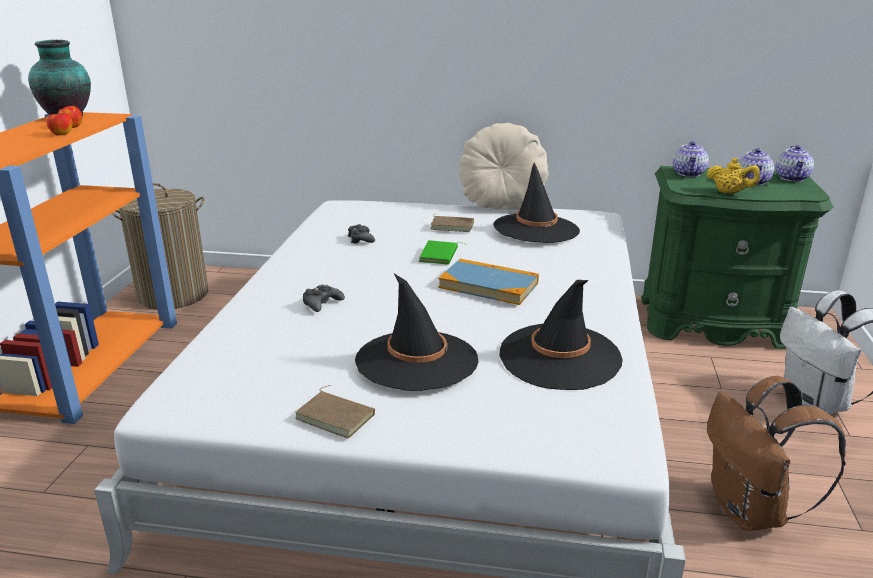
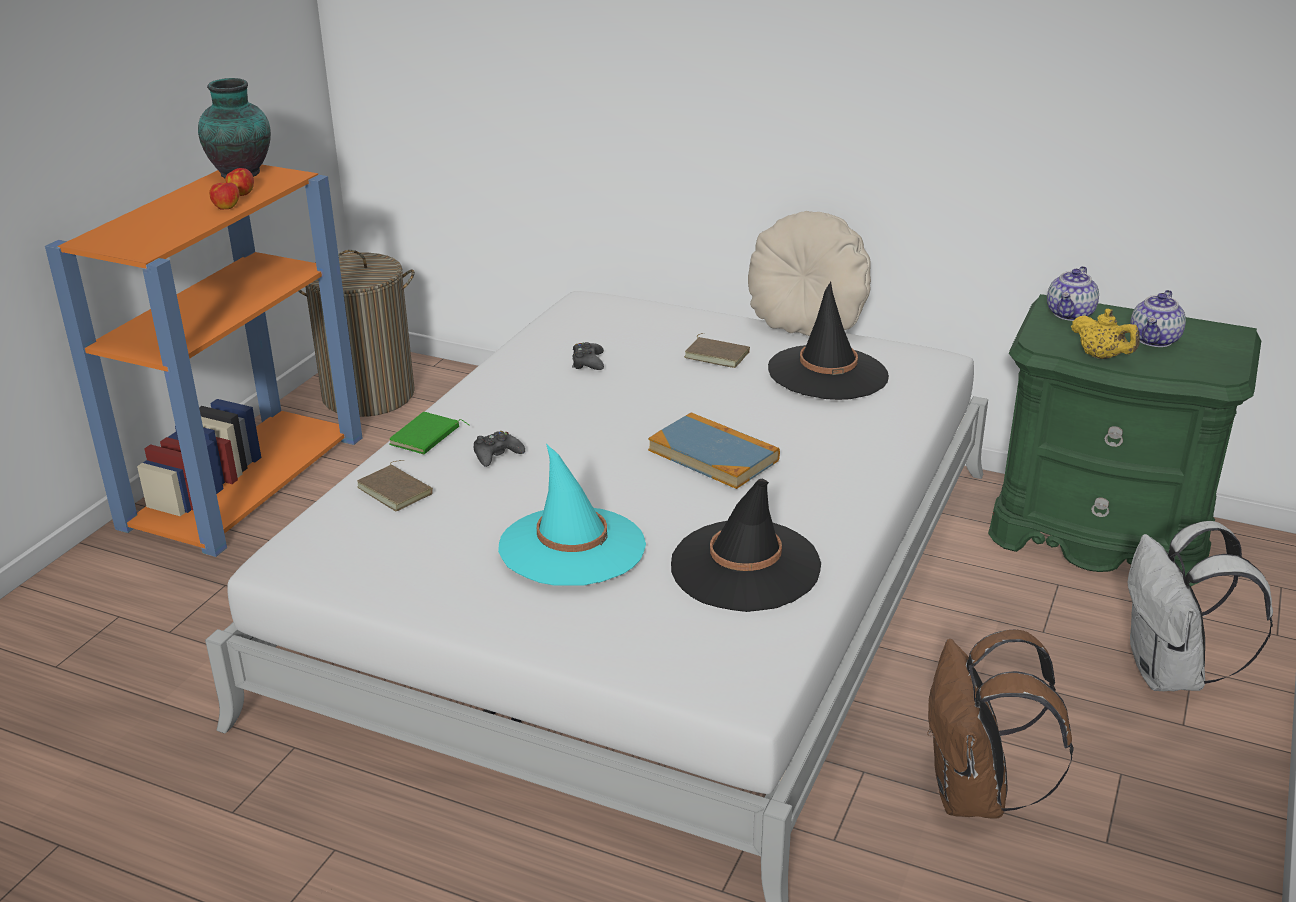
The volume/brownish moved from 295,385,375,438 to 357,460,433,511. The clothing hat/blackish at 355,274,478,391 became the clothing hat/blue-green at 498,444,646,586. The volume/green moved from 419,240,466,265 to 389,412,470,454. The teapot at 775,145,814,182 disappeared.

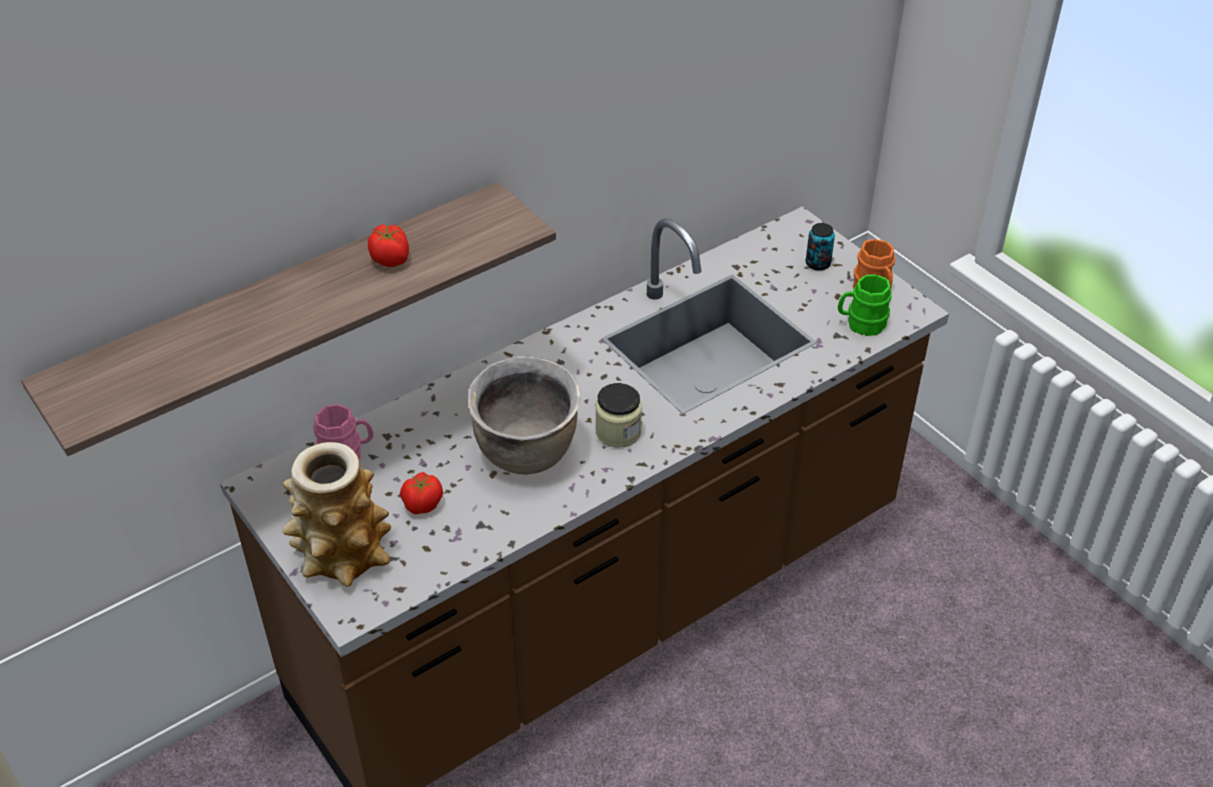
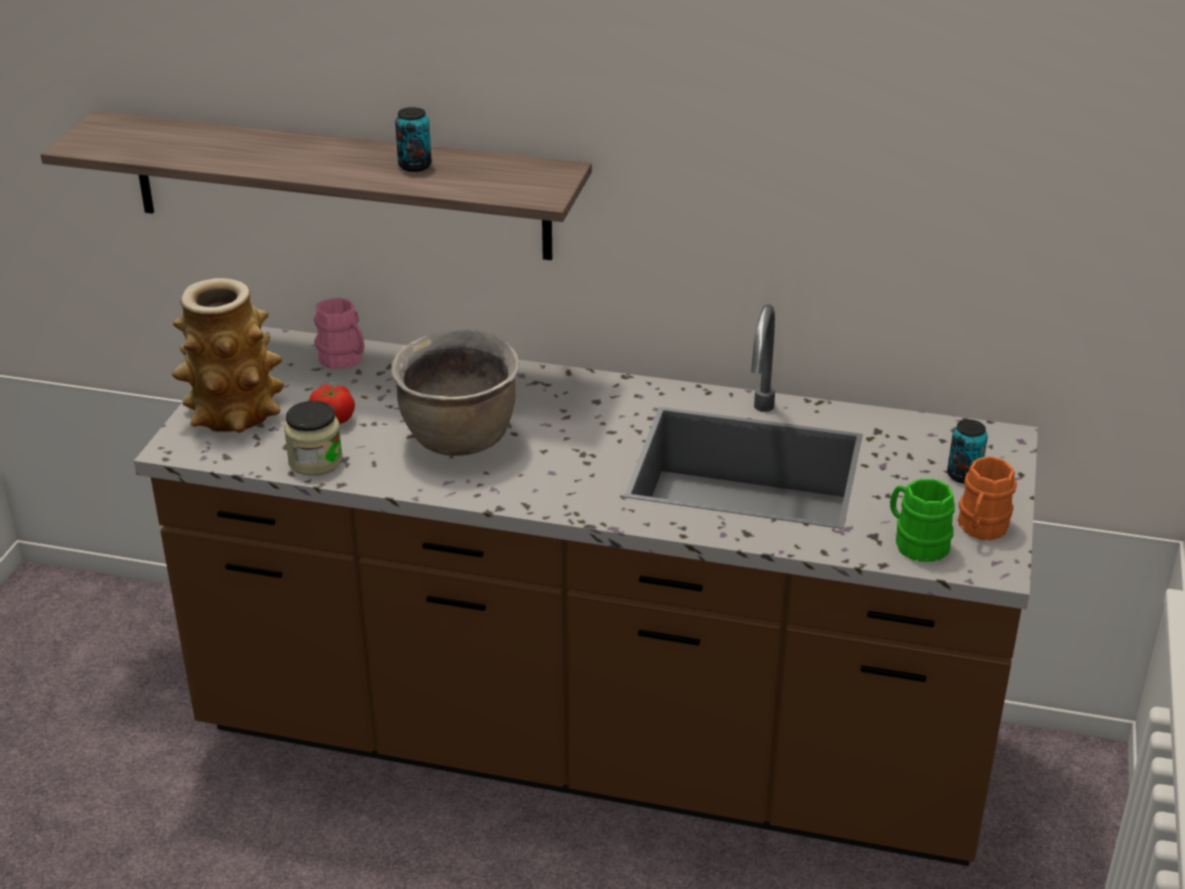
The tomato at 368,225,409,267 was replaced by the sealed can at 395,107,432,172. The jar moved from 595,383,642,448 to 284,400,342,476.

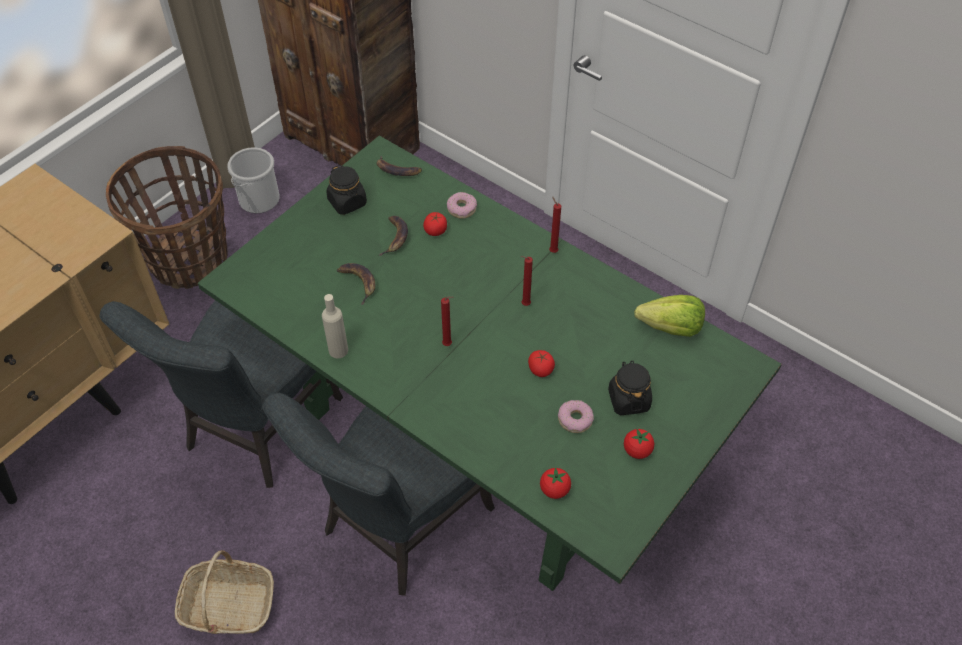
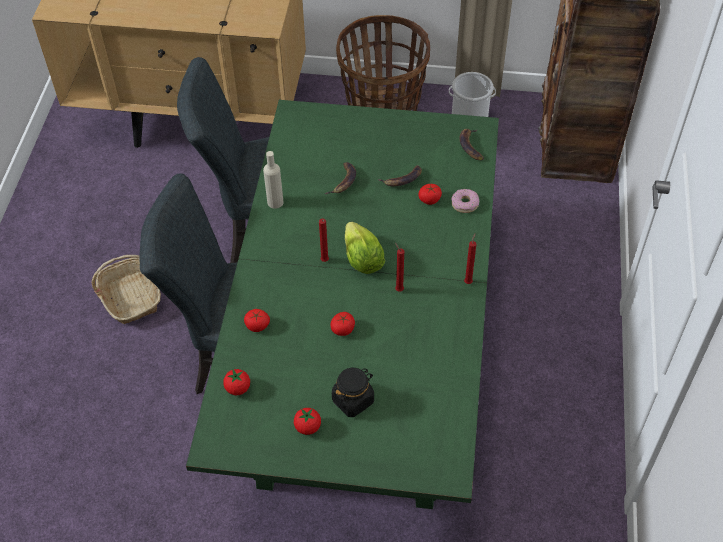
The jar/blackish at 326,165,367,215 disappeared. The ring doughnut at 558,400,594,433 disappeared. The lettuce head moved from 634,295,705,337 to 345,222,385,274. The tomato at 244,309,270,332 appeared.

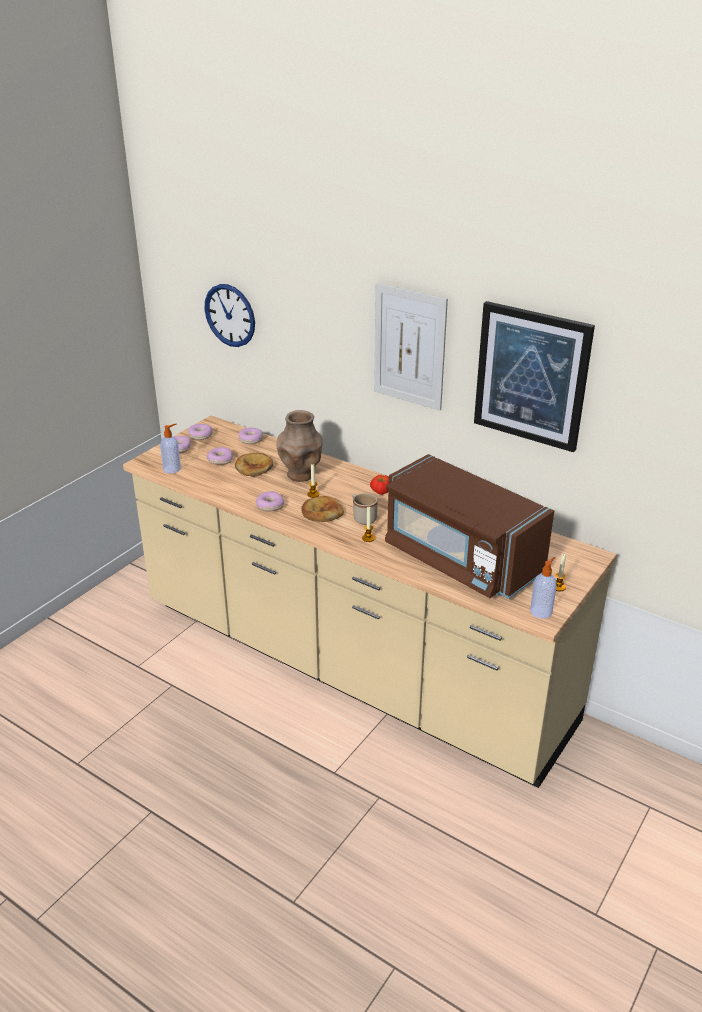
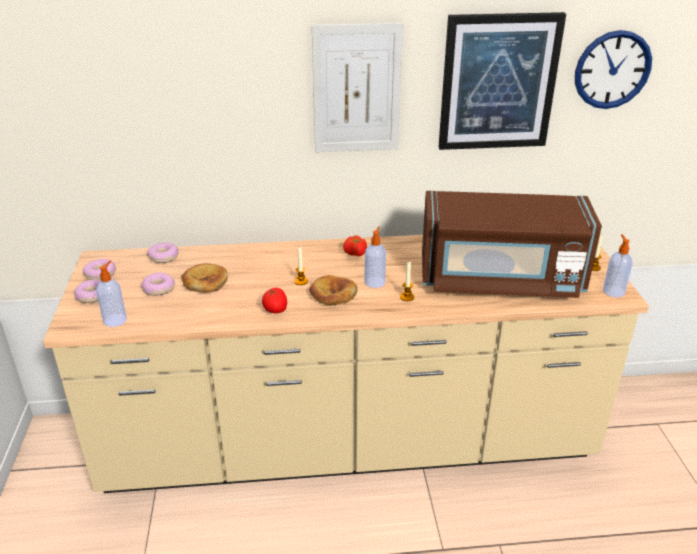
The wall clock moved from 205,284,255,347 to 575,30,652,109. The ring doughnut at 256,491,284,511 was replaced by the tomato at 262,288,287,313. The decorative vase/brownish at 276,410,323,482 disappeared. The coffee mug/sand-coloured at 353,493,378,525 was replaced by the liquid soap bottle at 364,226,386,288.

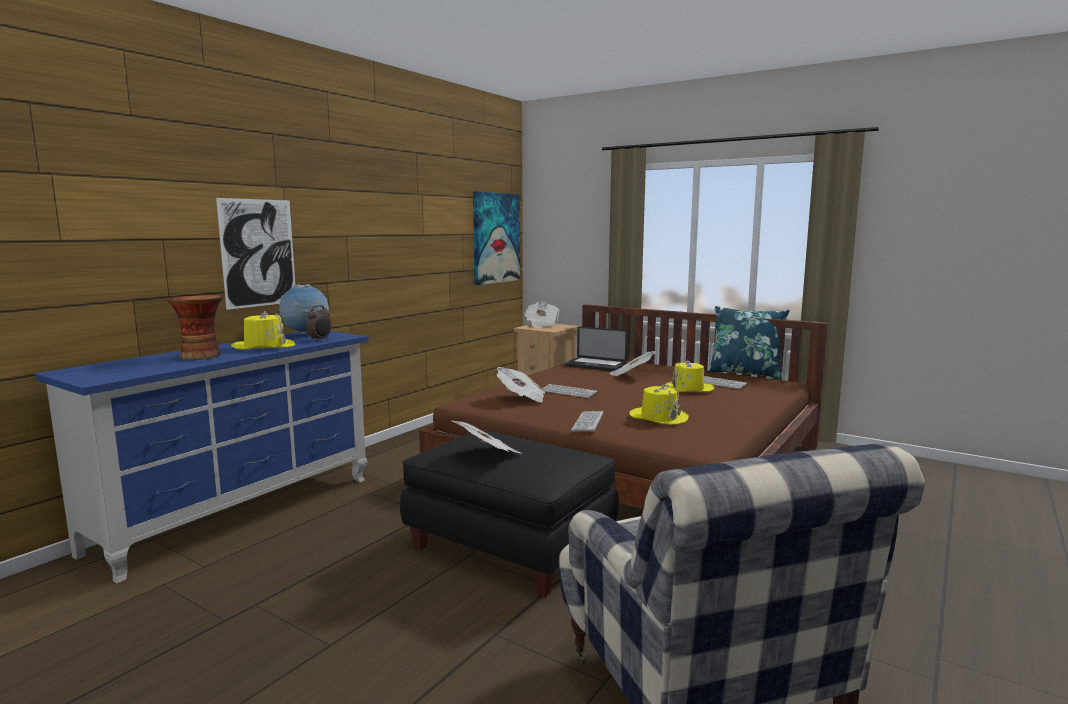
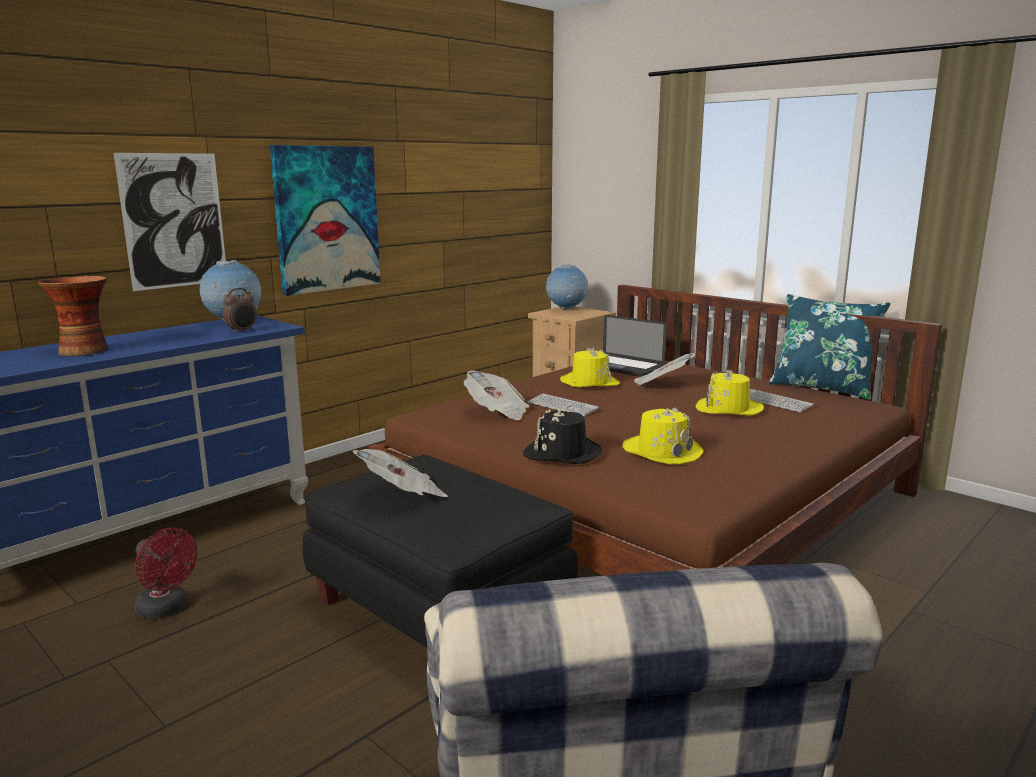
The clothing hat/yellow-coloured moved from 231,310,296,350 to 560,347,620,387. The picture moved from 473,191,520,285 to 270,145,381,296. The daily paper at 524,302,560,328 was replaced by the globe at 546,264,588,310. The keyboard at 571,411,603,432 was replaced by the clothing hat/blackish at 523,407,602,464. The fan/reddish at 135,528,197,619 appeared.

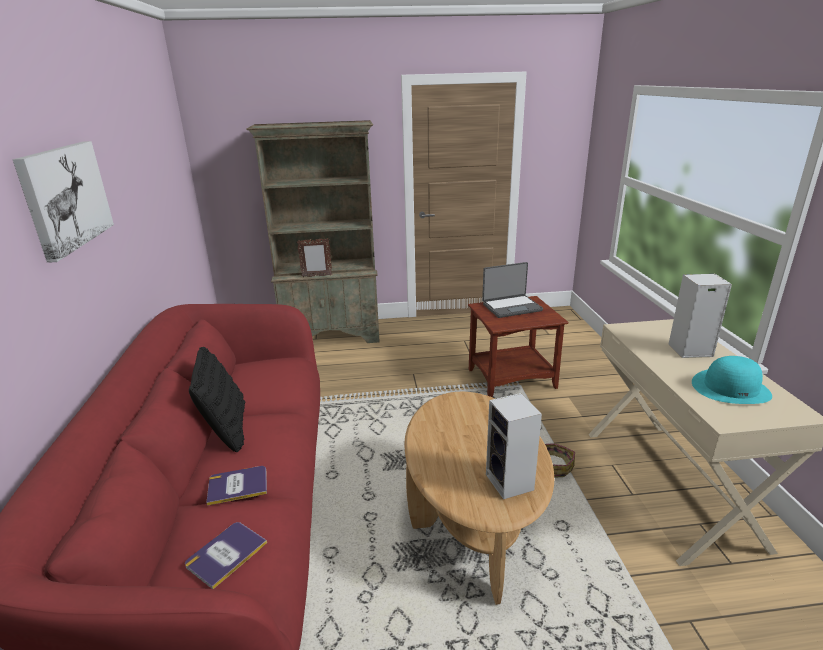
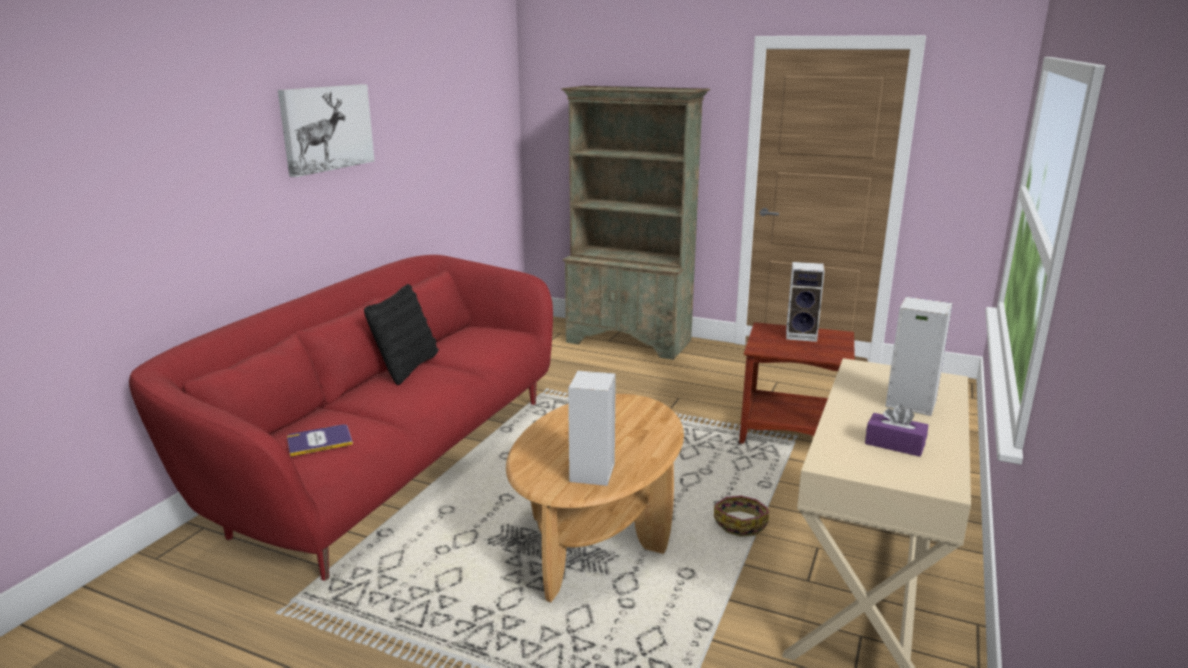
The volume at 206,466,267,506 disappeared. The standing frame at 297,238,332,277 disappeared. The laptop at 482,262,543,318 was replaced by the loudspeaker at 786,262,825,342. The clothing hat/blue-green at 692,356,772,404 was replaced by the tissue box/purple-coloured at 865,404,928,457.

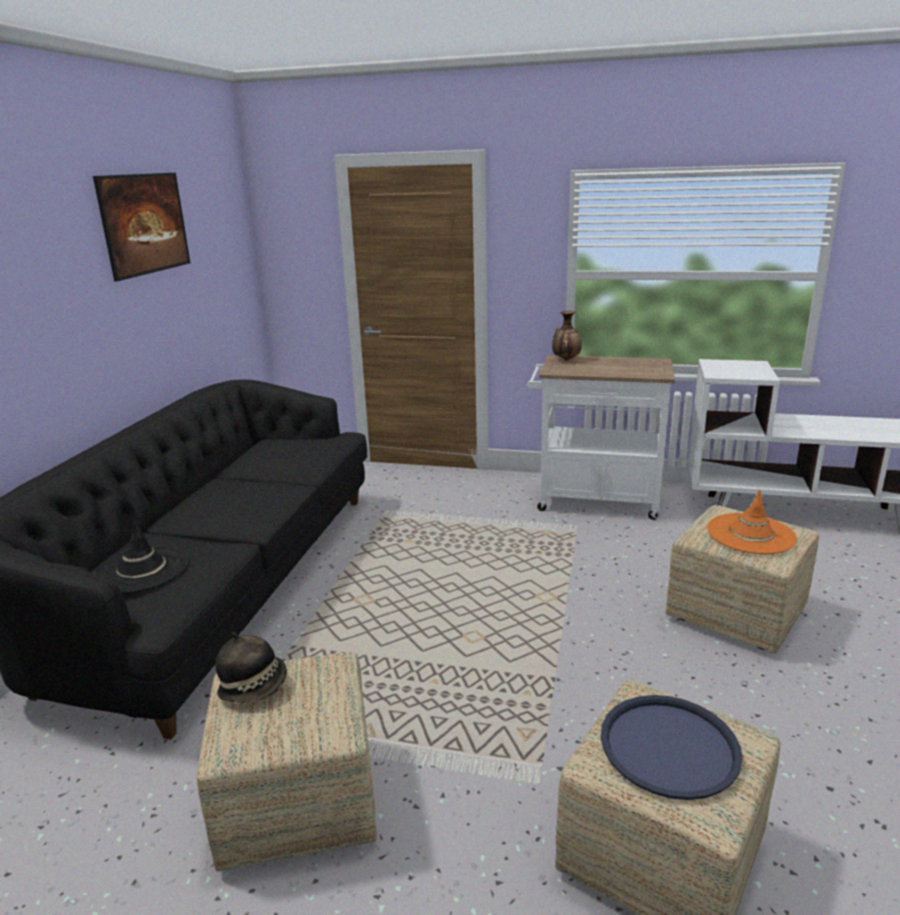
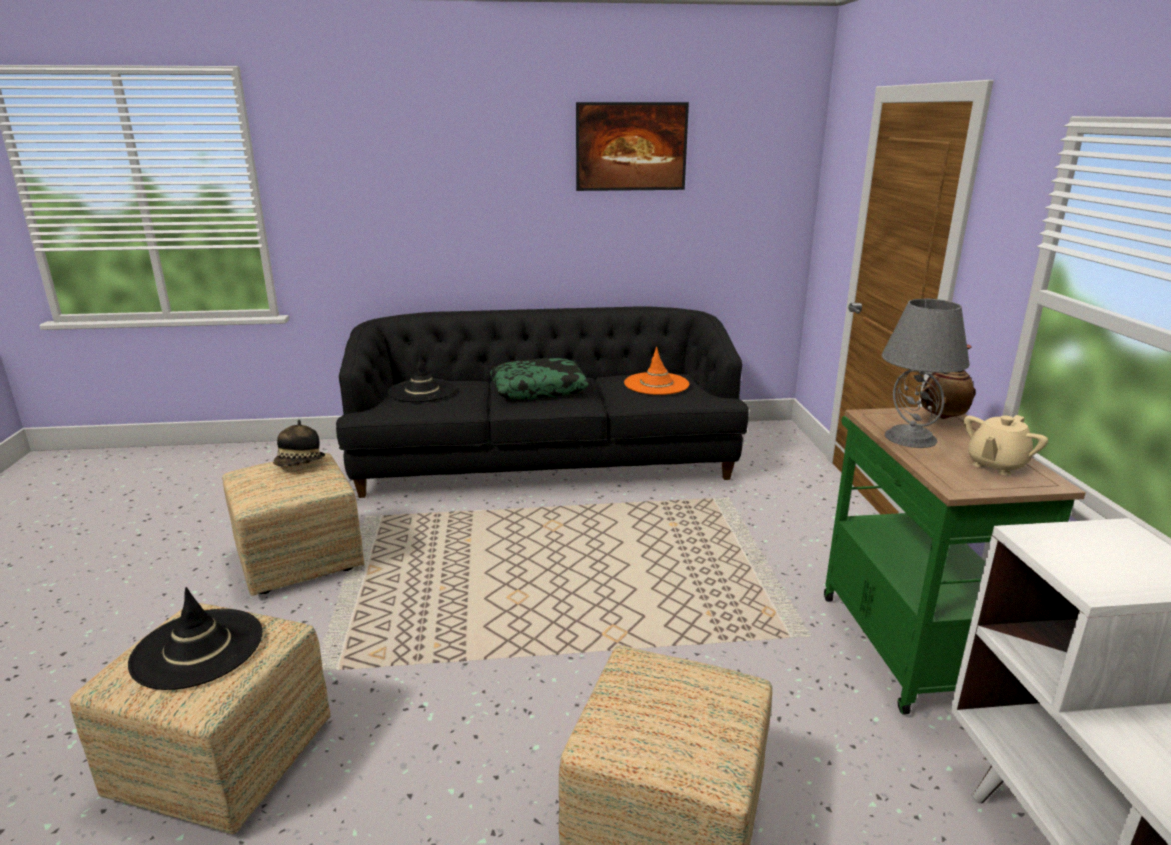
The trolley/white at 527,355,675,520 became the trolley/green at 824,407,1086,715. The serving tray/blue at 601,695,743,800 was replaced by the clothing hat/blackish at 128,587,262,690. The clothing hat/orange-coloured moved from 707,489,797,554 to 624,347,689,395. The cushion at 490,358,589,399 appeared. The lamp for a table/gray at 882,299,970,448 appeared. The teapot/sand-coloured at 964,415,1048,476 appeared.

